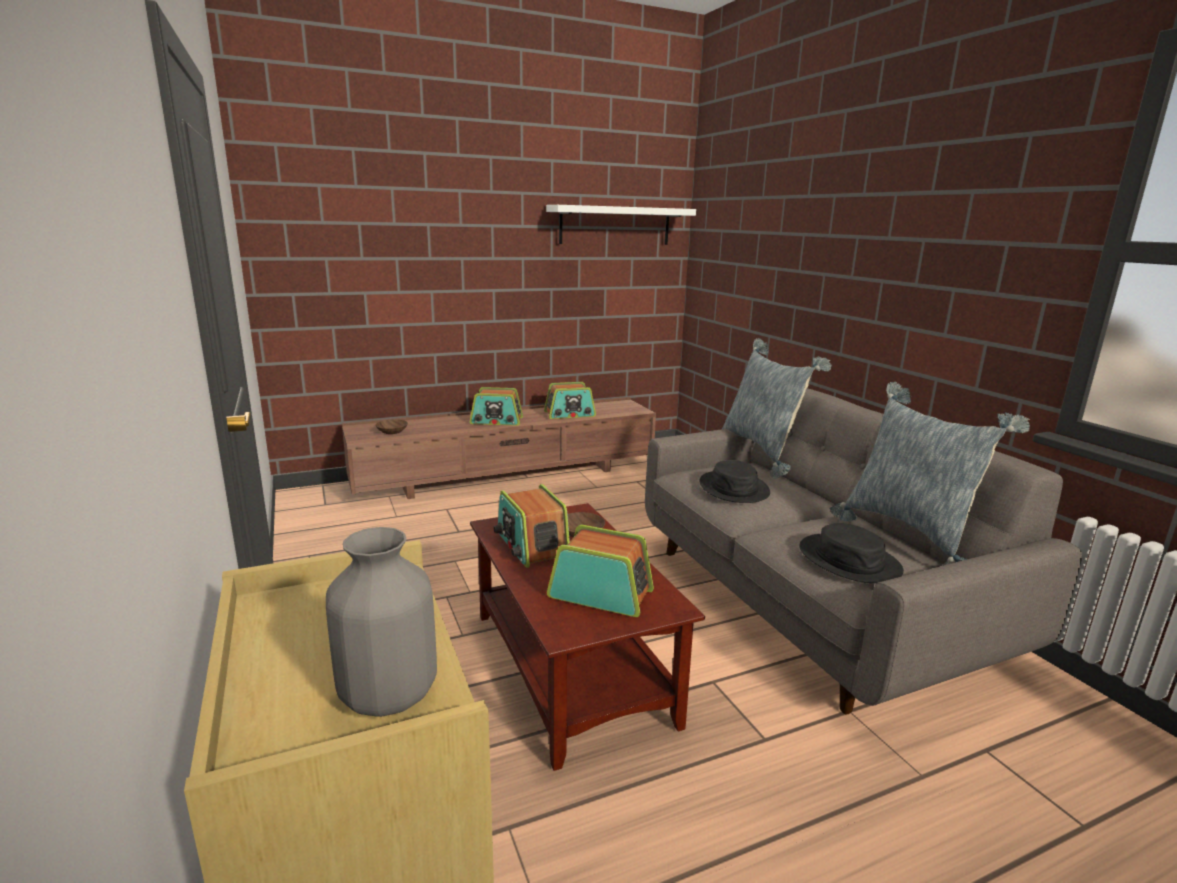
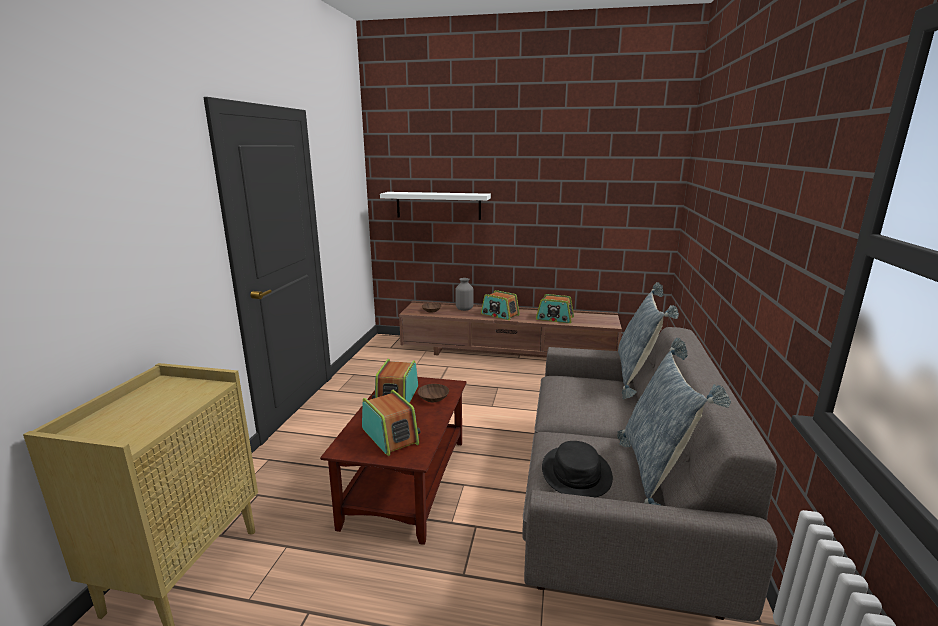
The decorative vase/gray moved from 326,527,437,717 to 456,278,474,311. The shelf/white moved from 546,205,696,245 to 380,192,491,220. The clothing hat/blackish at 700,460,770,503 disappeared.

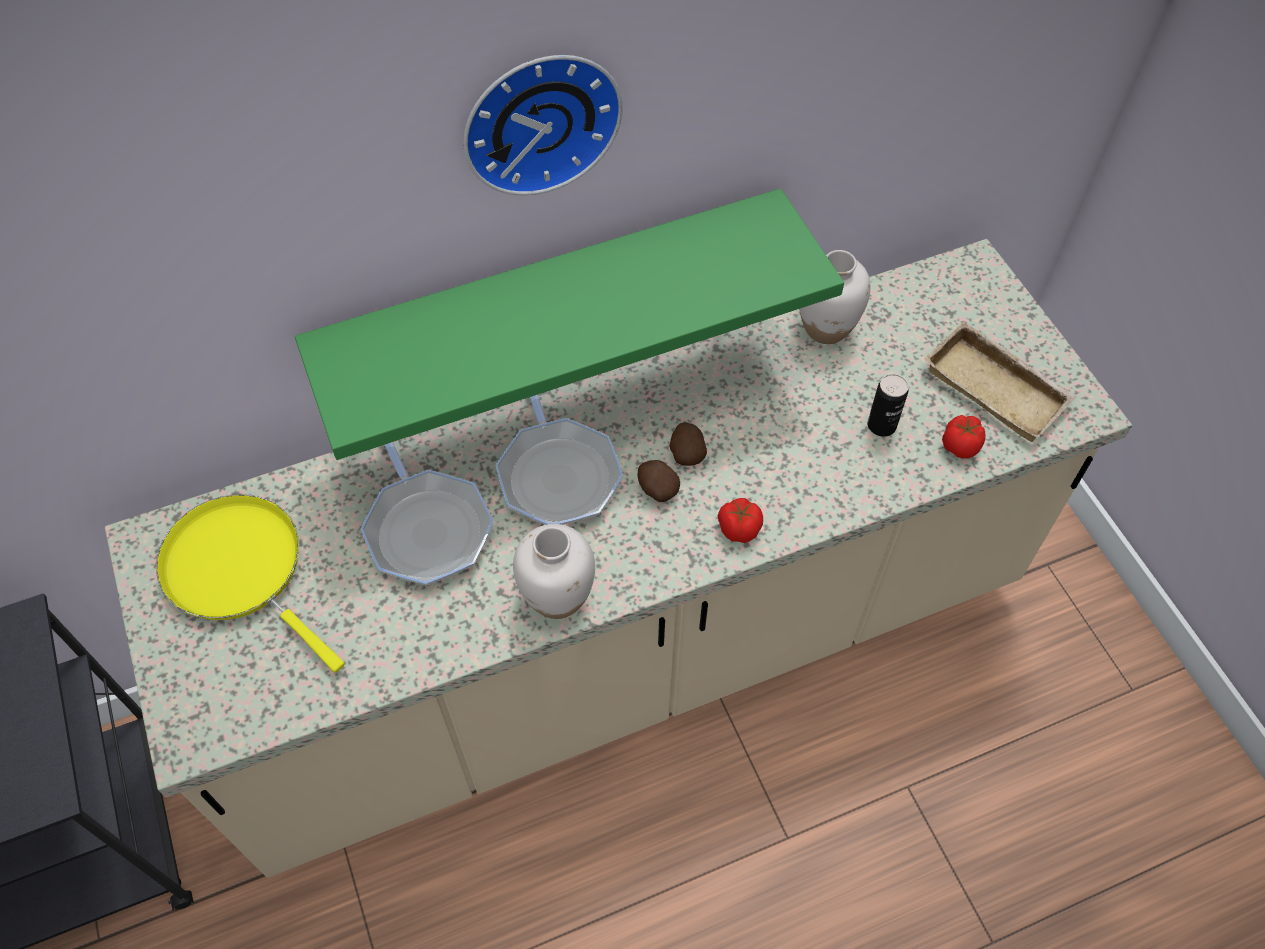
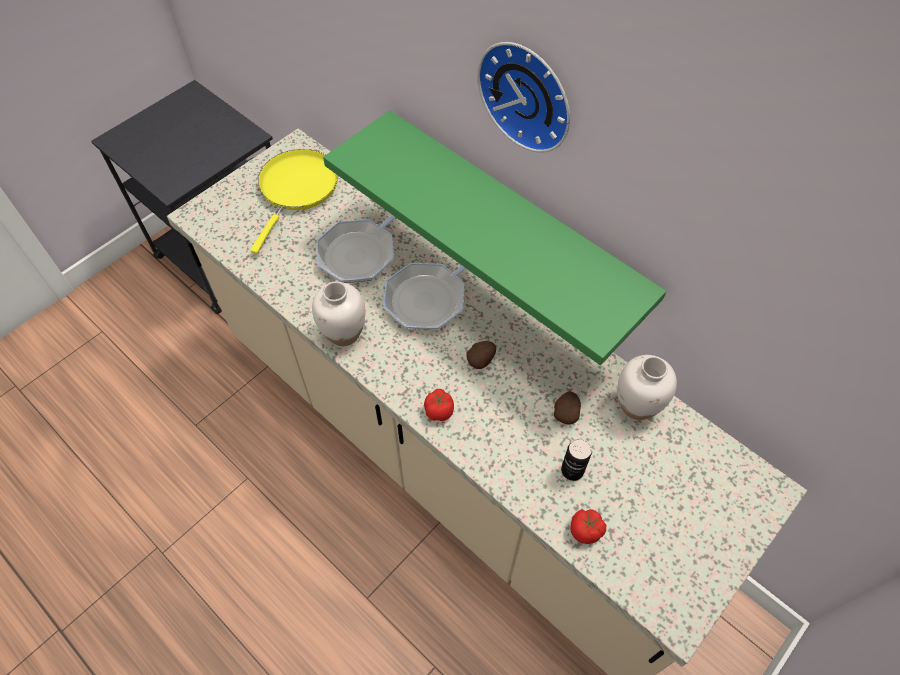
The spud moved from 638,460,680,502 to 554,392,581,424. The serving tray/sand-coloured at 924,321,1077,442 disappeared.

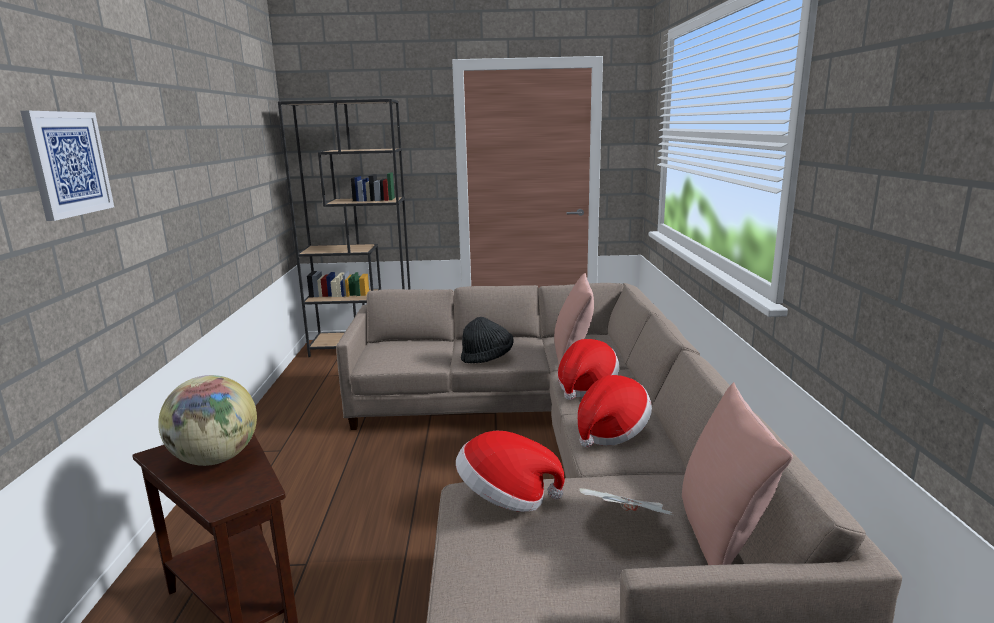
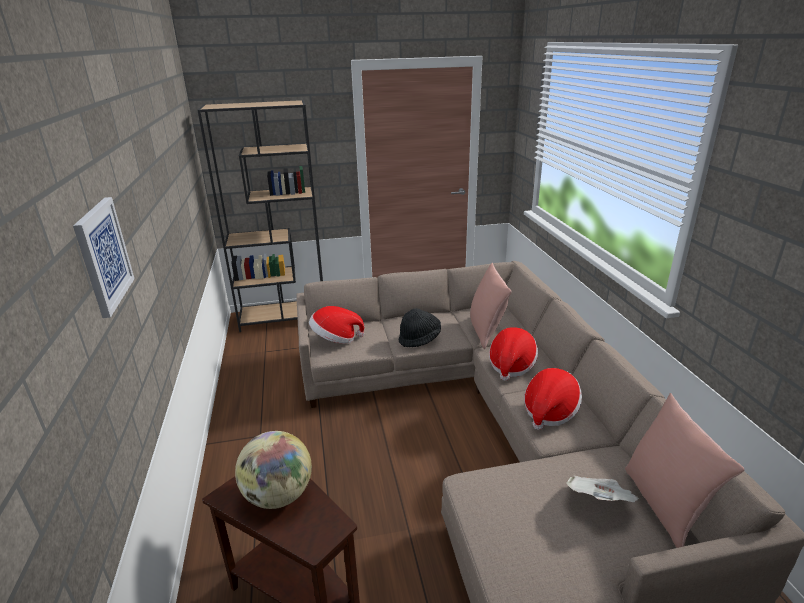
The clothing hat moved from 456,431,565,512 to 309,306,364,344.

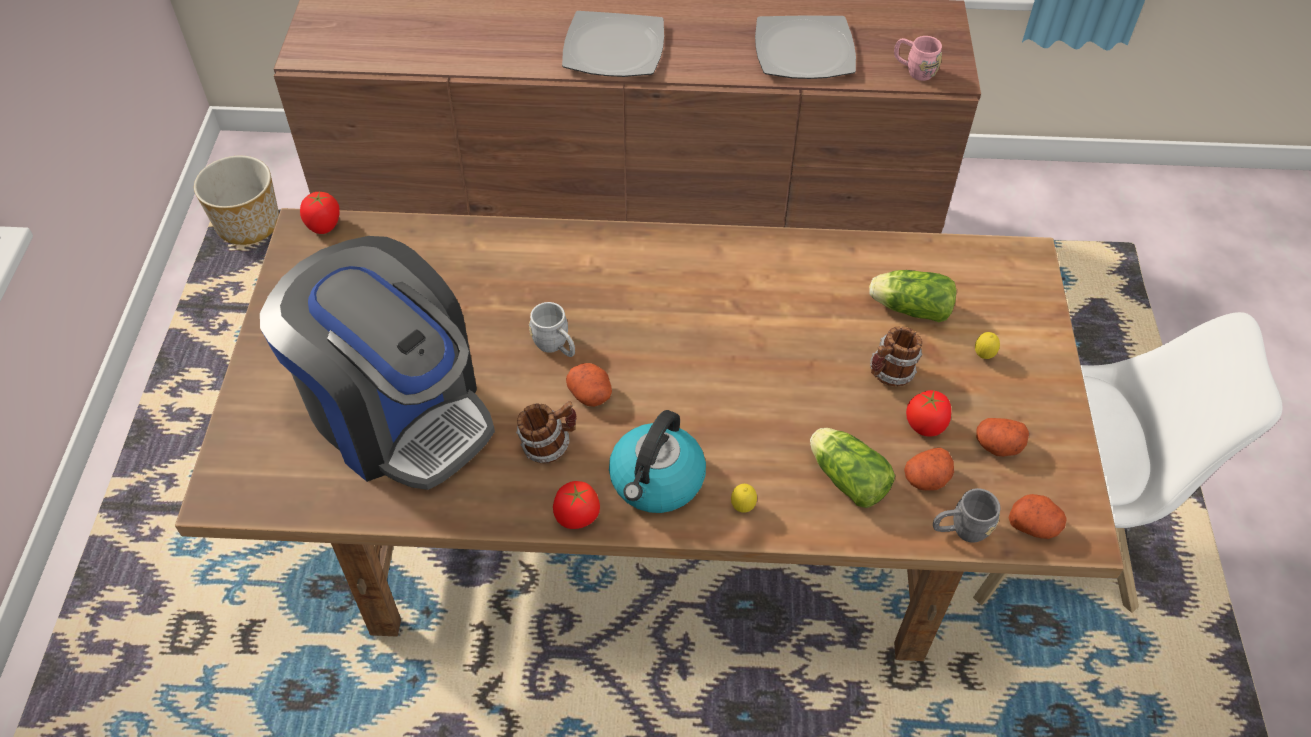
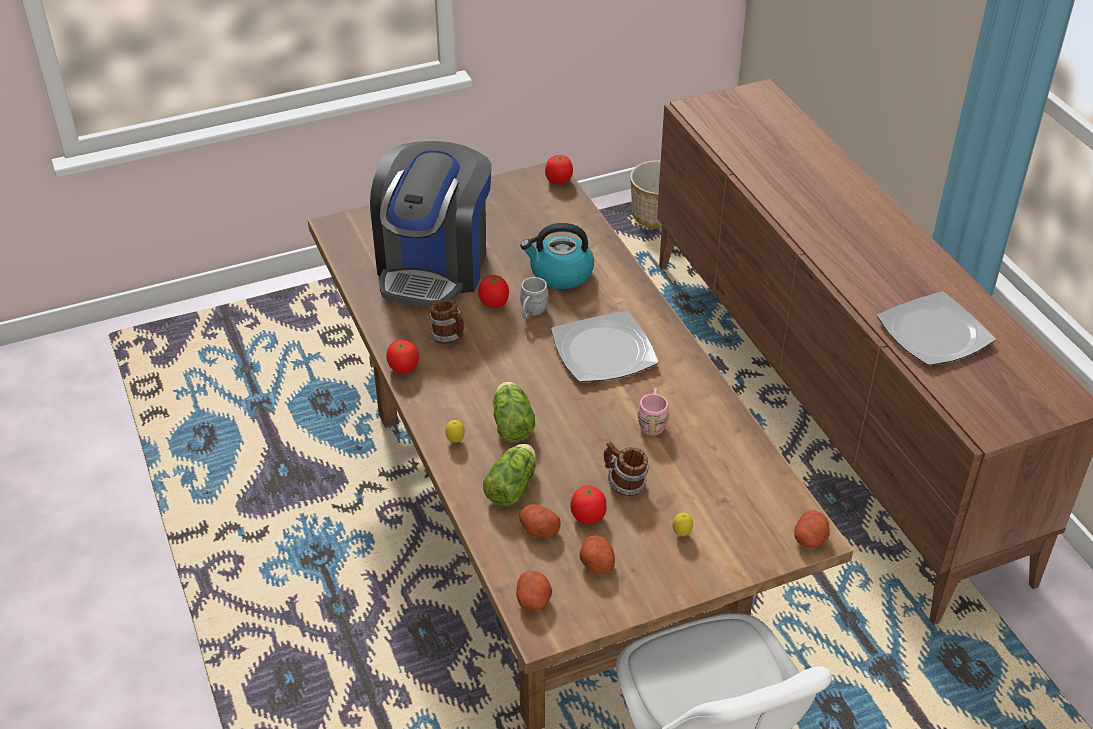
The dinner plate moved from 562,11,664,77 to 551,311,658,382. The spud moved from 566,363,612,407 to 794,510,830,548. The tea kettle moved from 609,410,706,513 to 520,223,594,289. The lettuce head moved from 869,270,957,322 to 493,382,535,442. The coffee mug/pink moved from 894,36,942,81 to 637,388,669,435. The coffee mug/gray at 933,488,1000,543 disappeared. The tomato at 478,275,509,308 appeared.

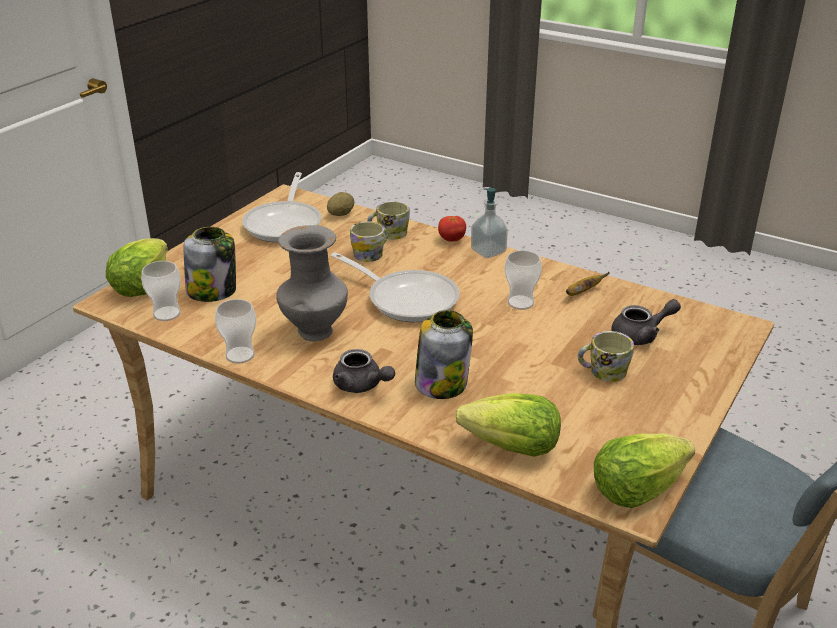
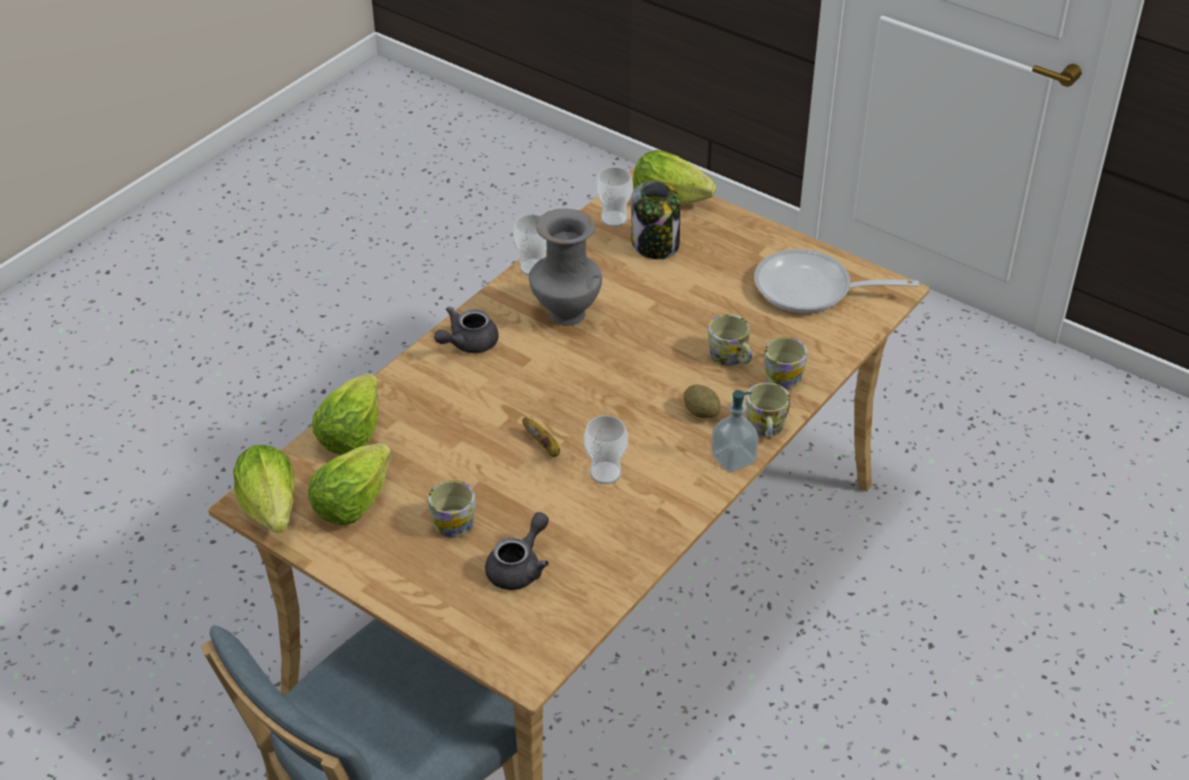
The spud moved from 327,192,354,216 to 684,384,721,418. The frying pan at 331,252,460,322 disappeared. The jar at 415,310,473,399 disappeared. The tomato at 438,216,466,242 was replaced by the coffee mug at 746,382,790,439. The banana moved from 566,272,610,296 to 522,417,560,457. The teapot/gray at 611,299,681,345 turned 135 degrees counterclockwise. The lettuce head at 308,443,392,525 appeared.

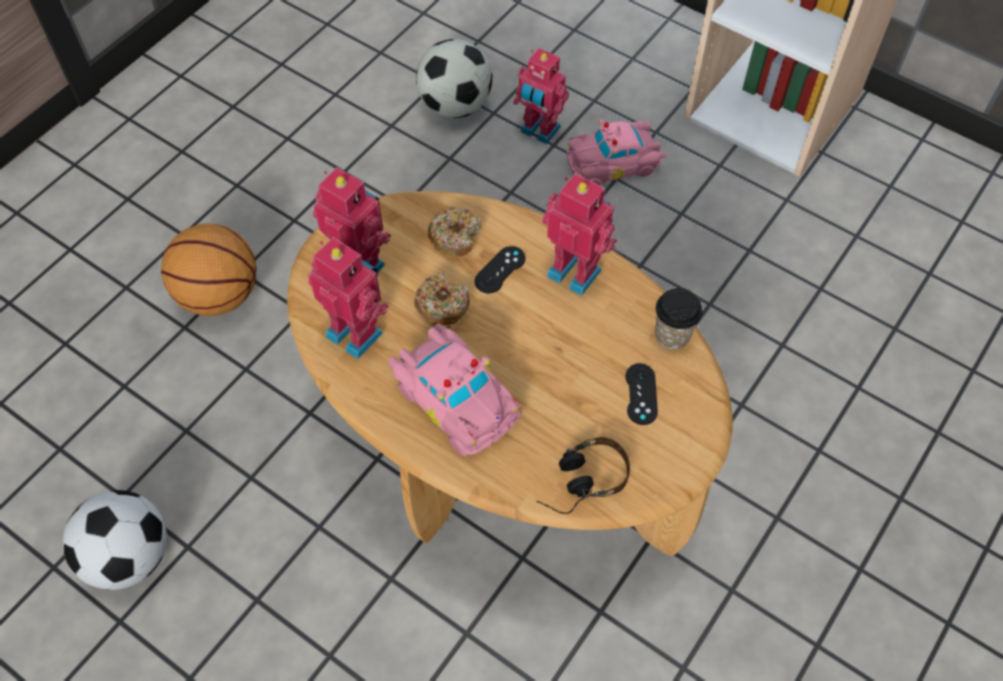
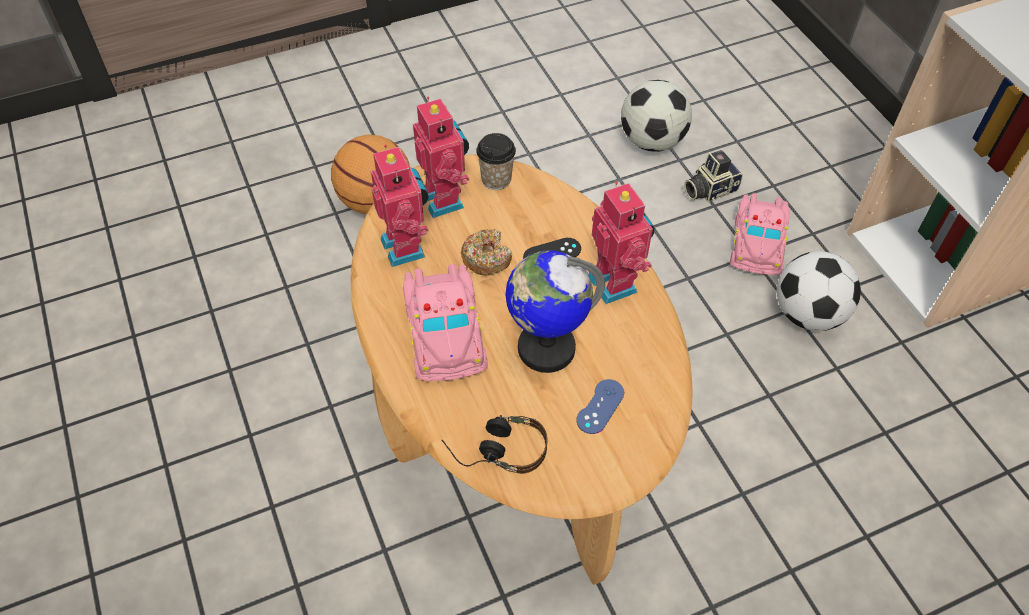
The football moved from 63,490,167,590 to 777,251,861,331. The ring doughnut at 428,207,482,256 disappeared. The robot figure at 513,48,569,144 was replaced by the photo camera at 684,150,743,202. The toy car/pink at 566,120,666,186 turned 90 degrees counterclockwise. The joypad/blackish at 625,363,658,425 became the joypad/blue at 576,379,624,434. The drinking cup moved from 655,288,702,349 to 476,133,516,190. The globe at 506,251,605,373 appeared.

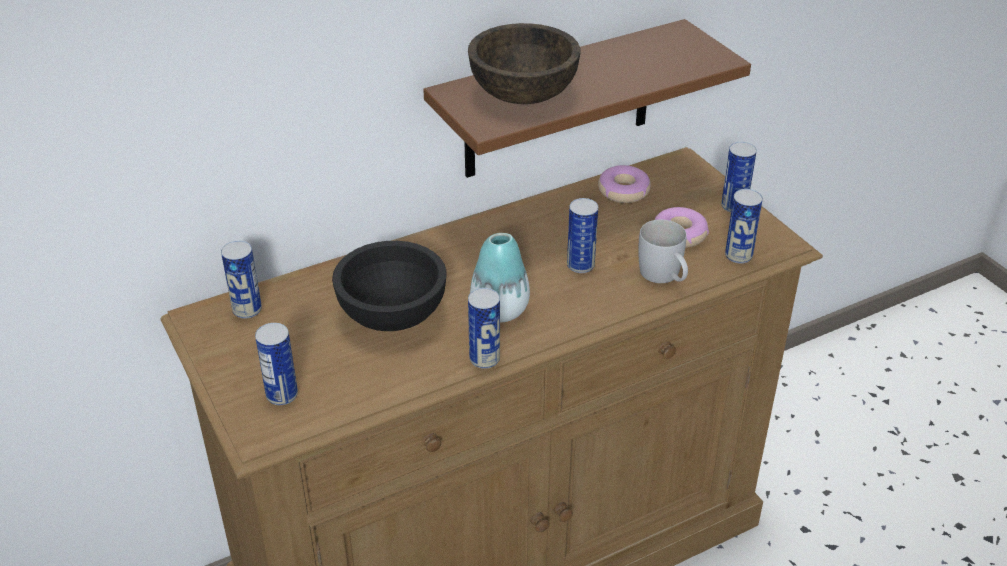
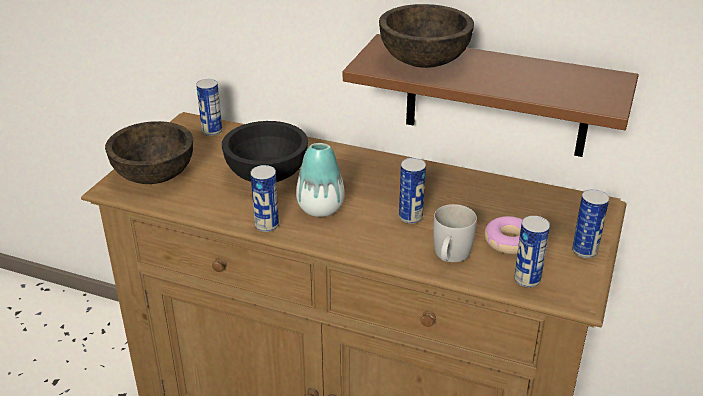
The sealed can at 255,323,298,405 was replaced by the deep dish/brownish at 105,121,193,184. The ring doughnut at 598,165,651,203 disappeared.

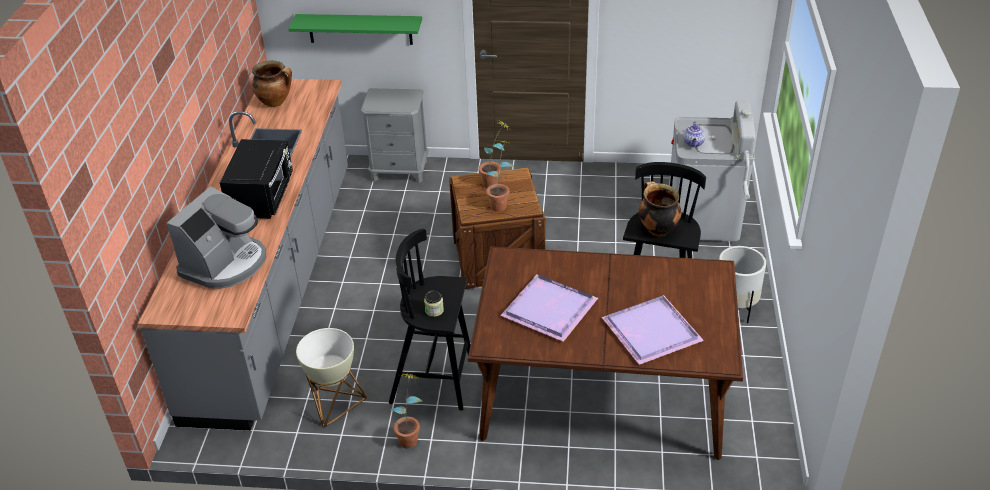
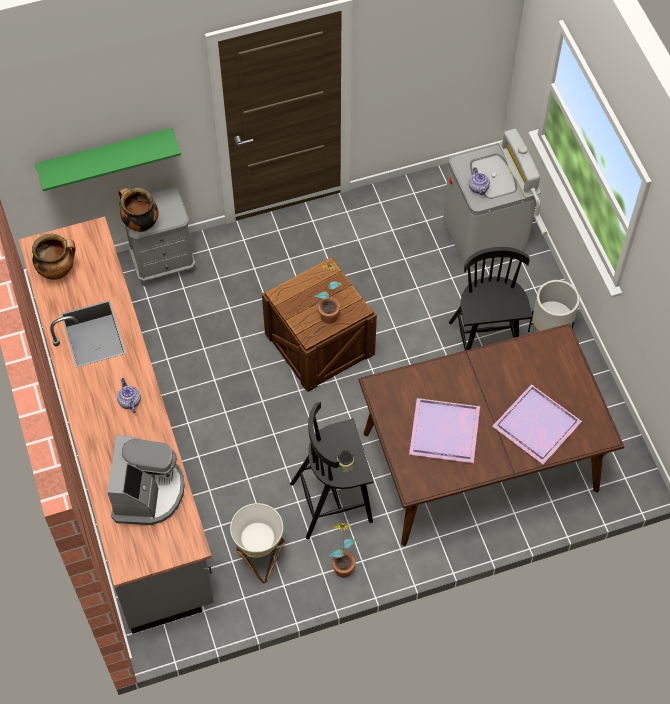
The microwave/blackish at 220,139,293,219 was replaced by the teapot at 117,378,141,413. The houseplant at 478,120,511,188 disappeared. The saucepot moved from 639,181,681,236 to 119,188,159,232.

